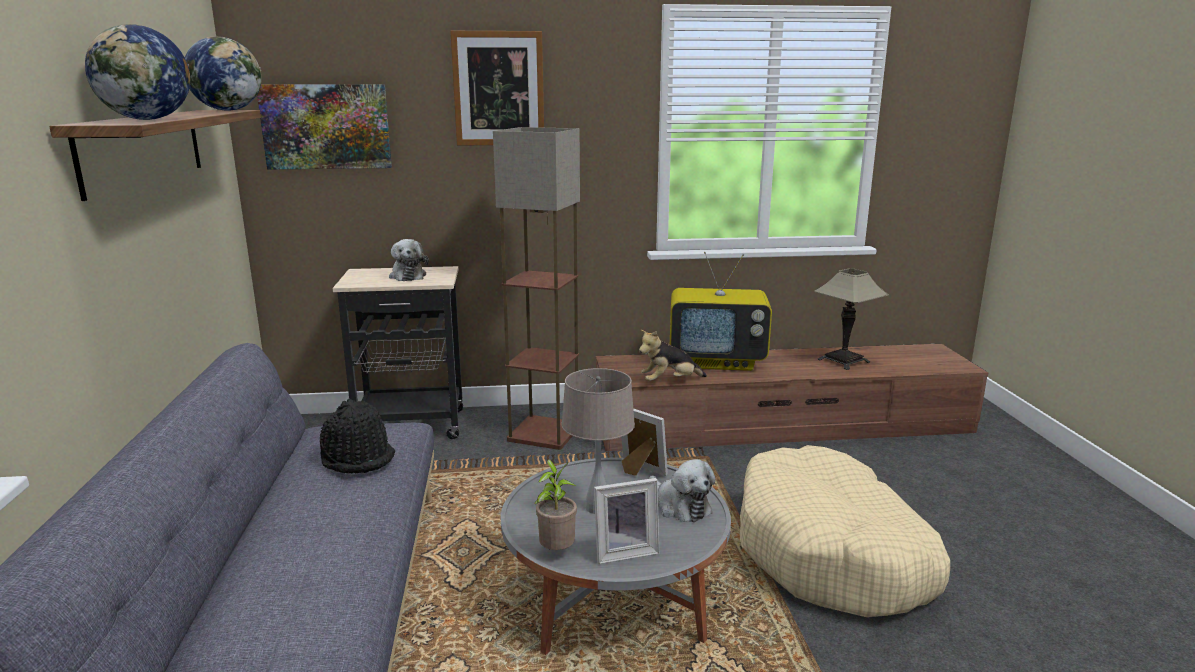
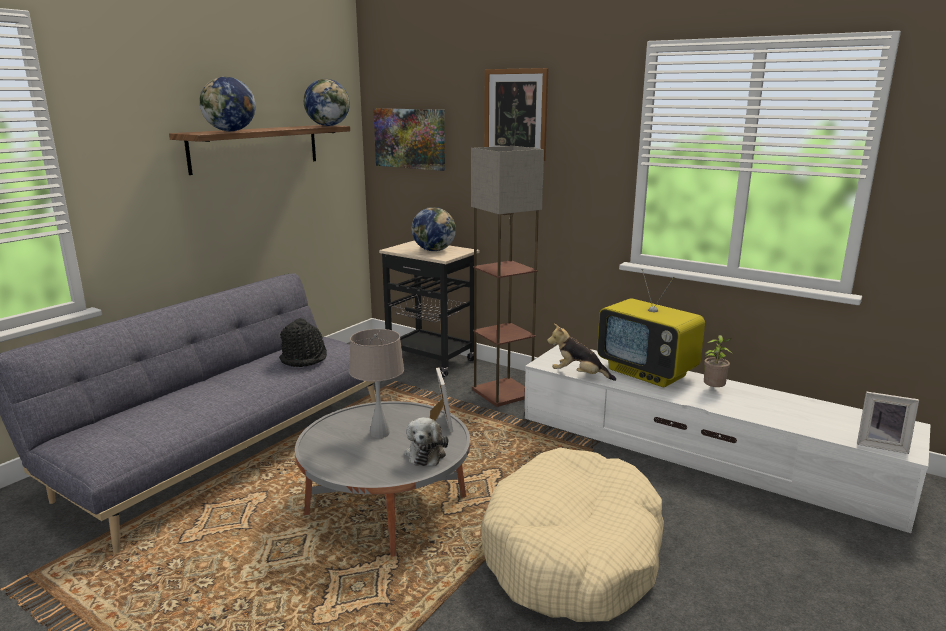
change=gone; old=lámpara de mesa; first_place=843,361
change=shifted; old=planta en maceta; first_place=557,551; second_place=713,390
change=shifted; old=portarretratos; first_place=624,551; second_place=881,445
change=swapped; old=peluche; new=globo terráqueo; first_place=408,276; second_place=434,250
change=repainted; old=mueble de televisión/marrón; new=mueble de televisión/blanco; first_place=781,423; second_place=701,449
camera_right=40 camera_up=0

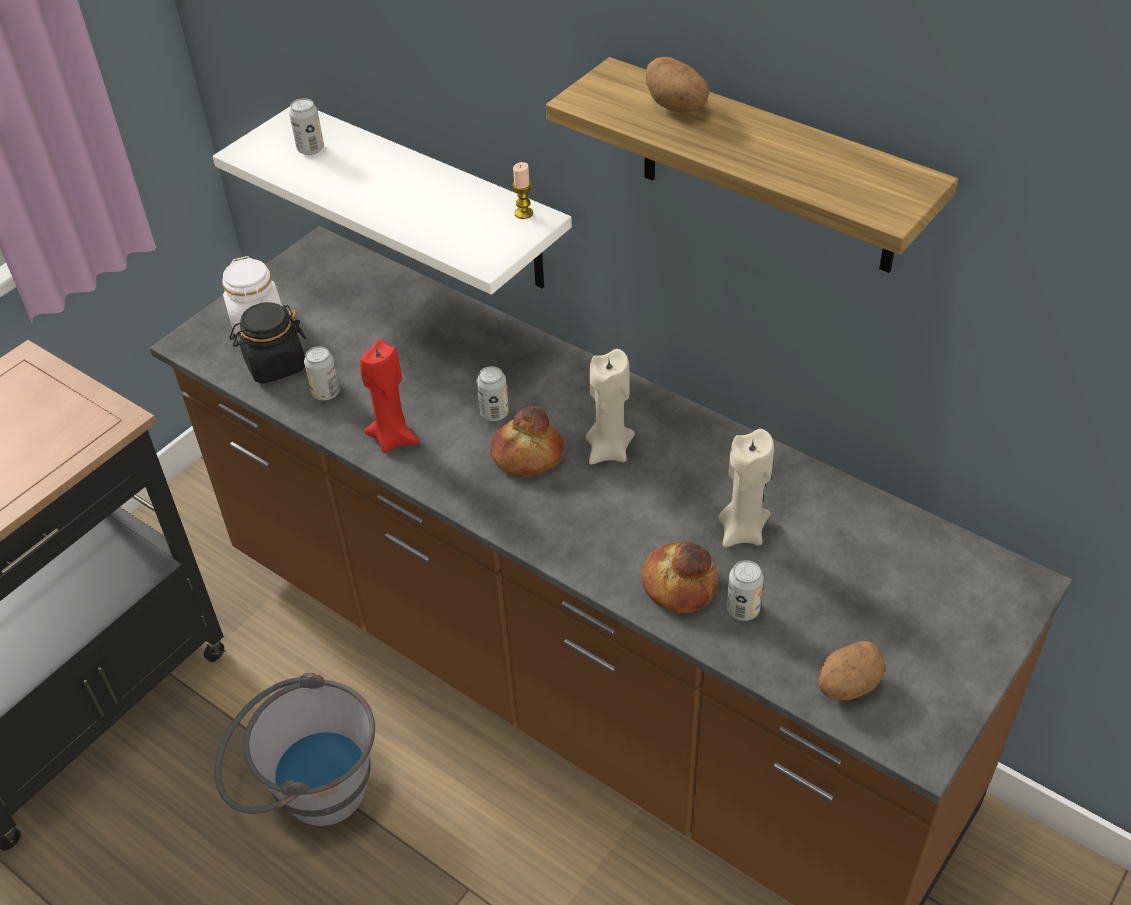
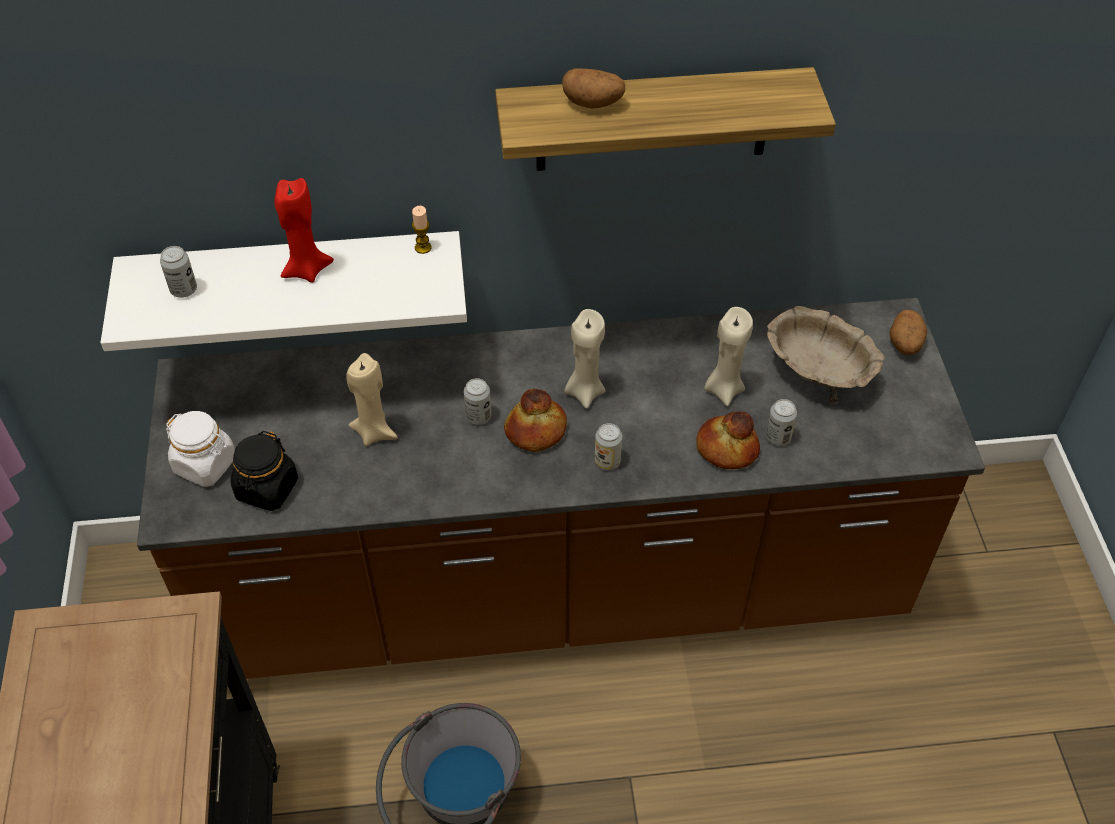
change=new; new=vela/beis; second_place=374,432
change=new; new=cuenco/beis; second_place=817,374
change=shifted; old=lata; first_place=326,393; second_place=607,461
change=shifted; old=vela/rojo; first_place=393,438; second_place=306,270
change=shifted; old=patata; first_place=847,685; second_place=904,344
camera_right=-45 camera_up=5

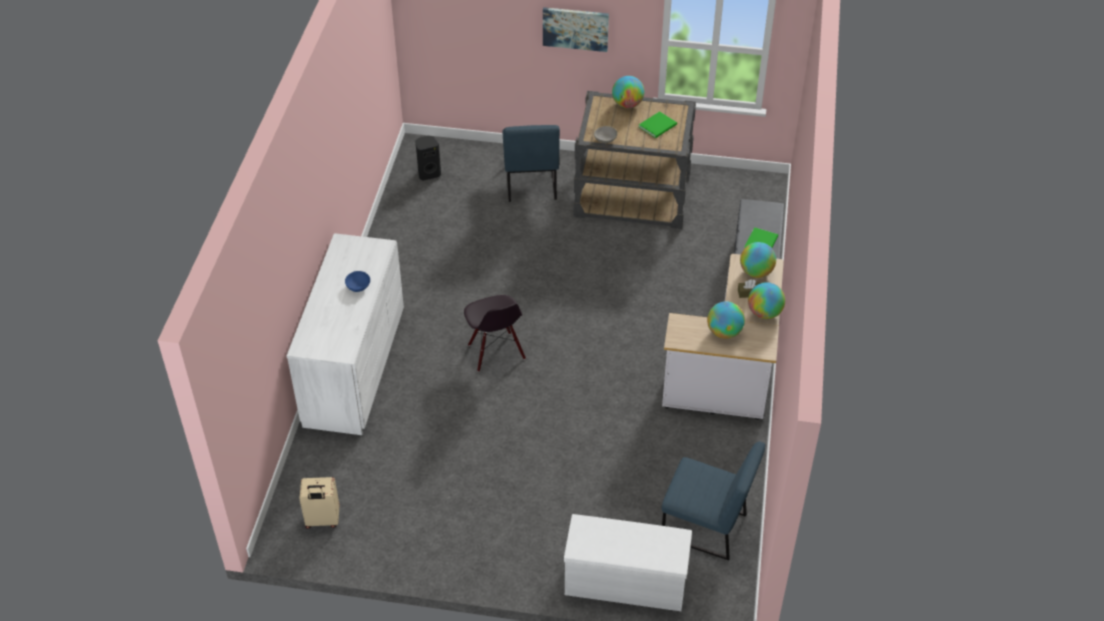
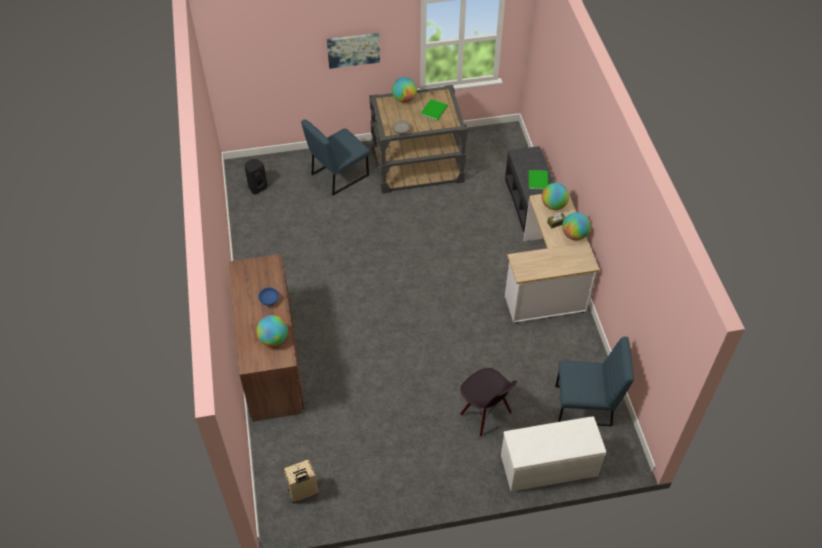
change=shifted; old=silla/negro; first_place=495,352; second_place=485,414
change=shifted; old=globo terráqueo; first_place=724,332; second_place=273,339
change=repainted; old=cómoda/blanco; new=cómoda/marrón; first_place=354,368; second_place=271,360
change=rotated; old=silla/azul; first_place=530,183; second_place=338,175; degrees=75
camera_right=-20 camera_up=5

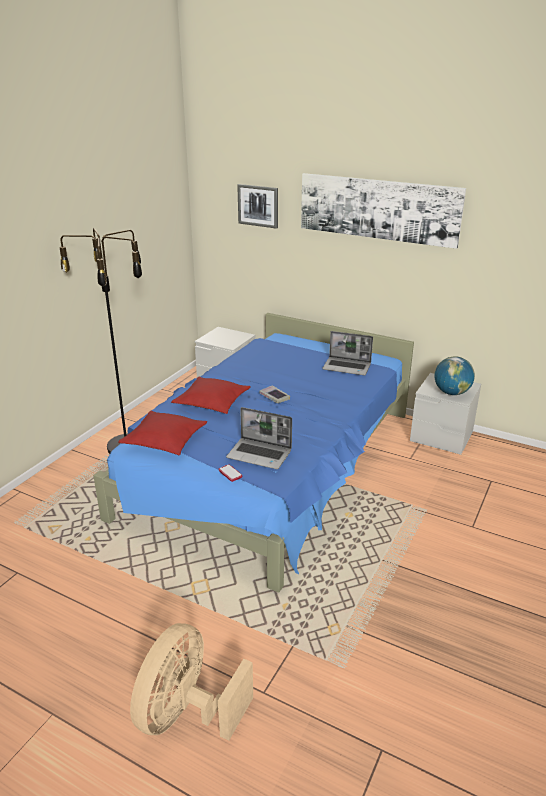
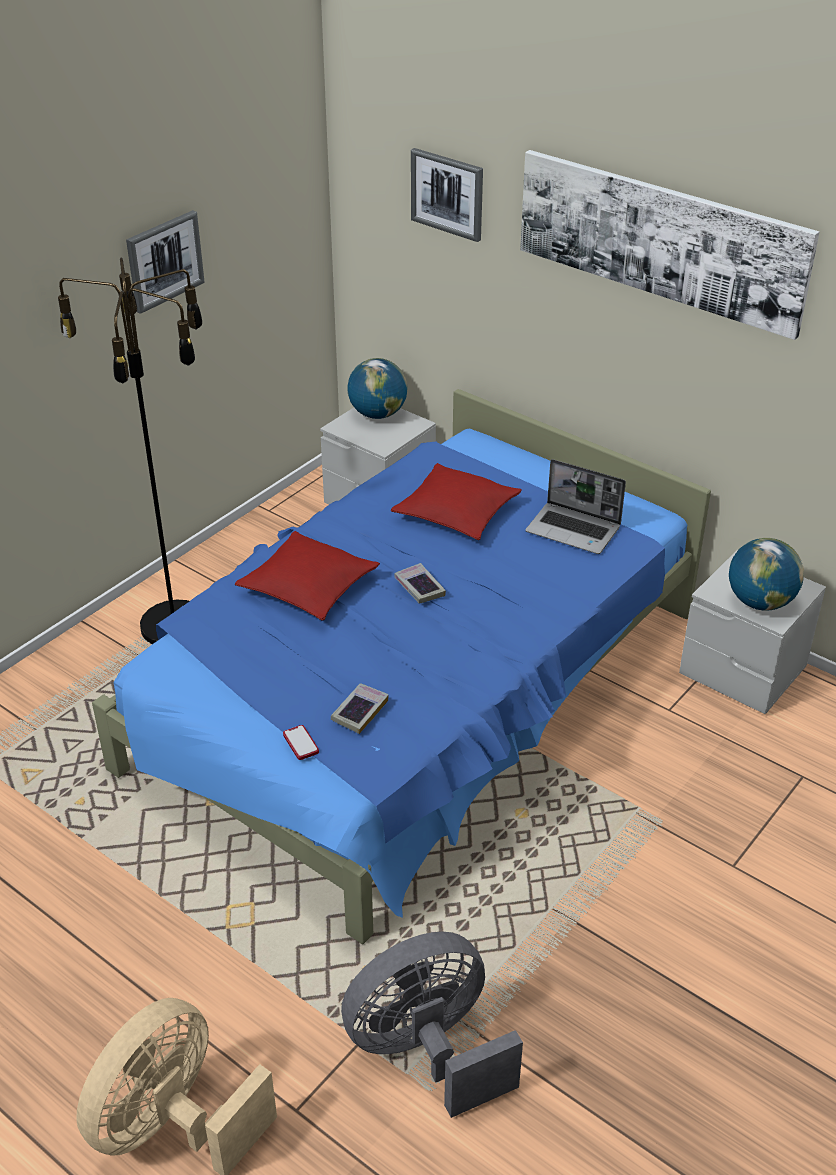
change=new; new=cuadro; second_place=164,261
change=new; new=ventilador/gris; second_place=427,1051
change=new; new=globo terráqueo; second_place=378,414
change=shifted; old=cojín/rojo; first_place=164,440; second_place=456,512
change=swapped; old=portátil; new=libro; first_place=260,454; second_place=359,711
camera_right=10 camera_up=10

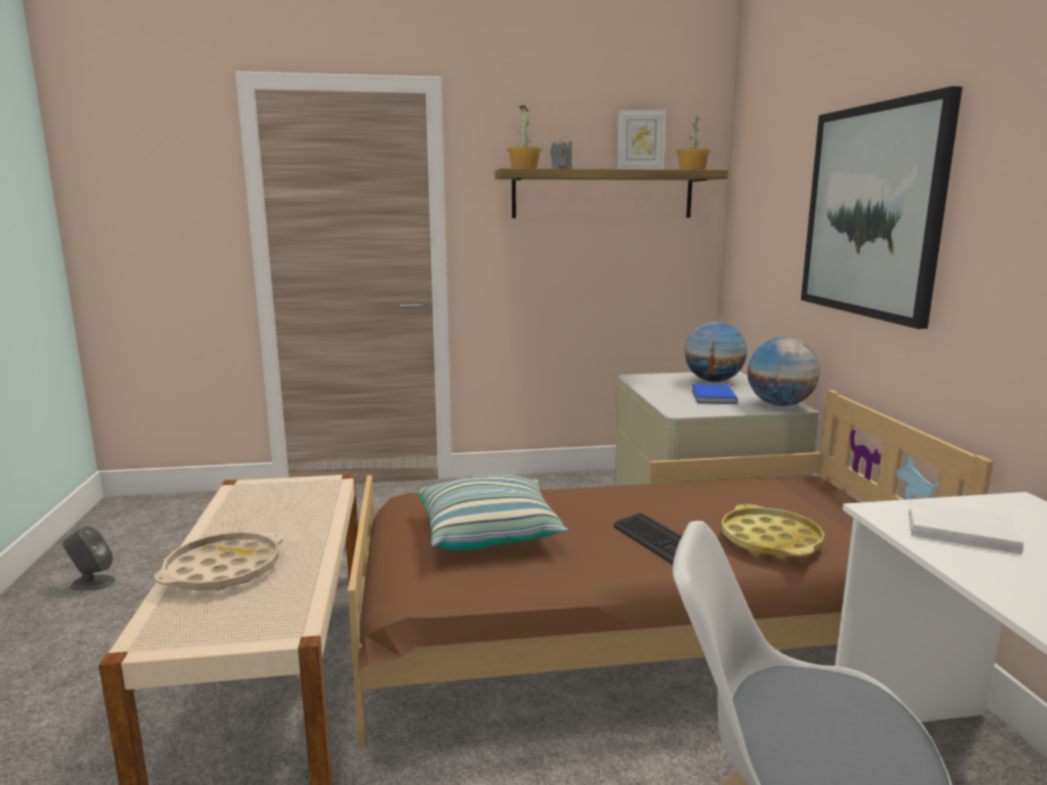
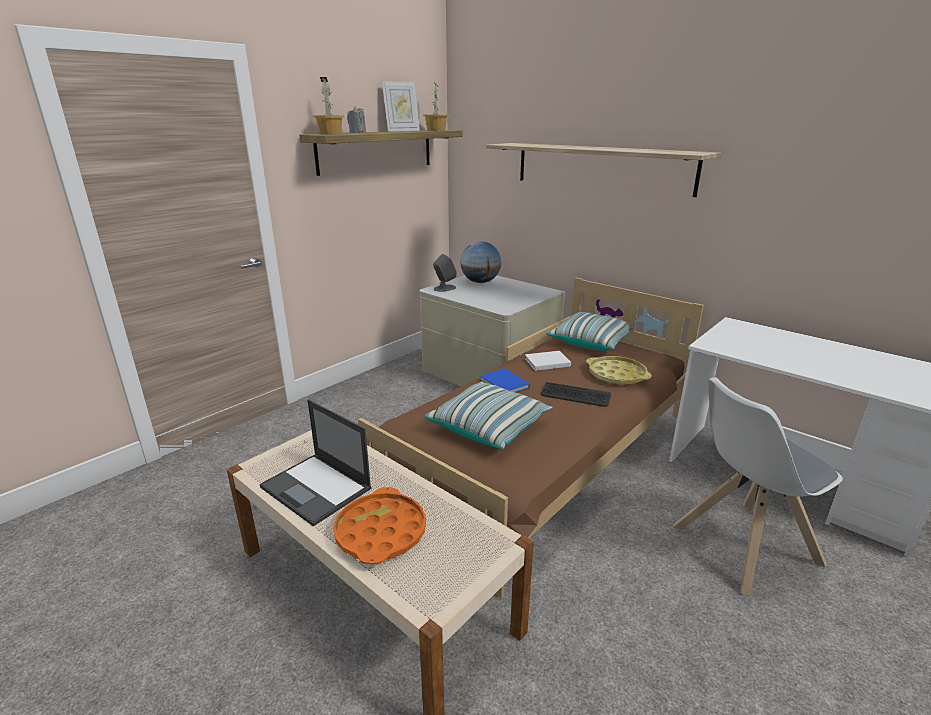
change=gone; old=globo terráqueo; first_place=779,404
change=new; new=portátil; second_place=317,488
change=new; new=cojín; second_place=590,342
change=shifted; old=altavoz/gris; first_place=92,583; second_place=444,288
change=shifted; old=libro/azul; first_place=712,397; second_place=504,385
change=shifted; old=libro/blanco; first_place=958,529; second_place=546,362
change=swapped; old=cuadro; new=estante; first_place=872,211; second_place=601,167
change=repainted; old=bandeja/beis; new=bandeja/naranja; first_place=223,570; second_place=380,532
camera_right=-40 camera_up=10

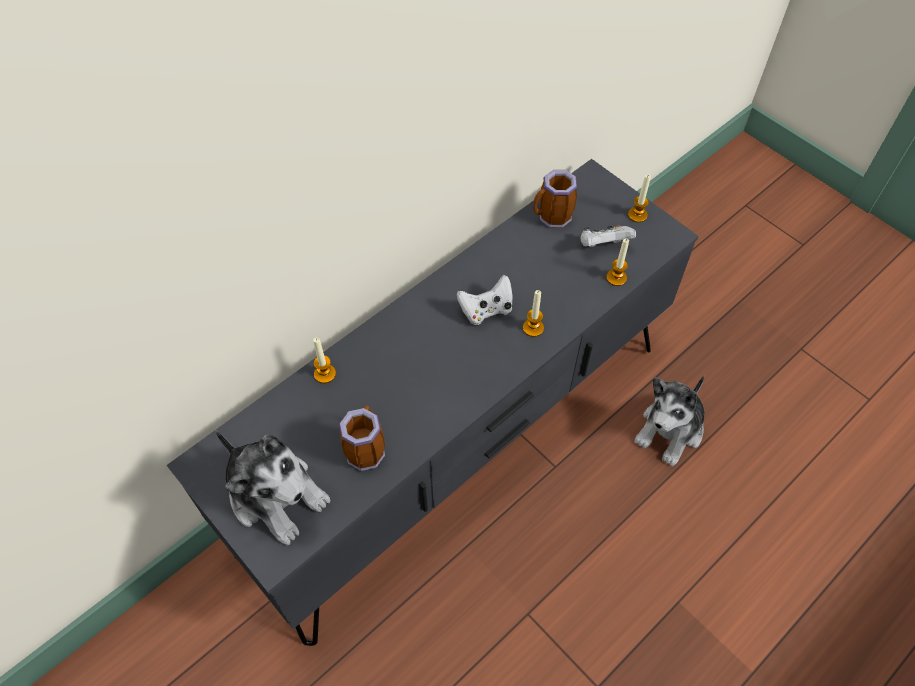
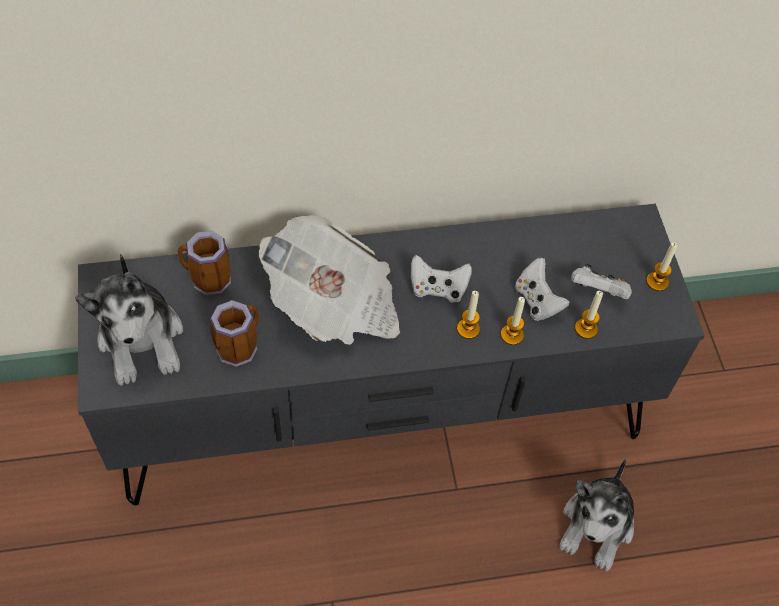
change=new; new=periódico; second_place=335,305
change=new; new=mando de consola/blanco; second_place=537,301
change=shifted; old=vela; first_place=325,374; second_place=512,335
change=shifted; old=taza grande; first_place=552,219; second_place=207,281
change=rotated; old=peluche; first_place=670,430; second_place=597,526; degrees=-45
camera_right=30 camera_up=0

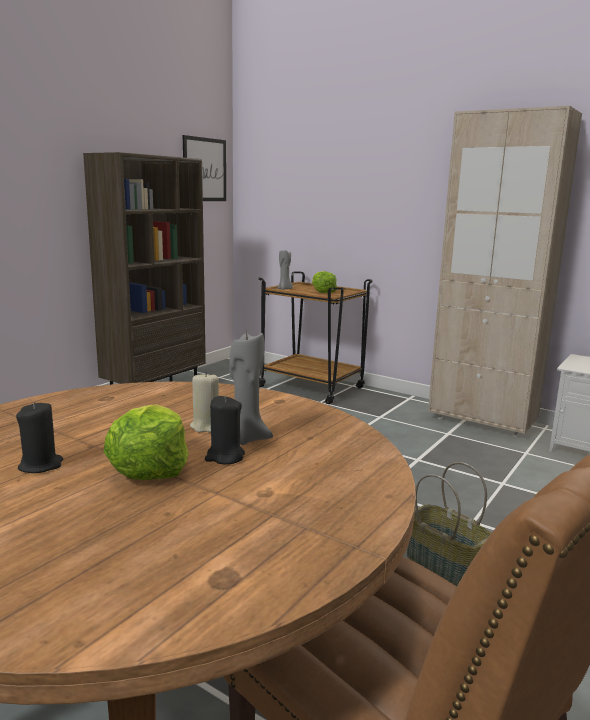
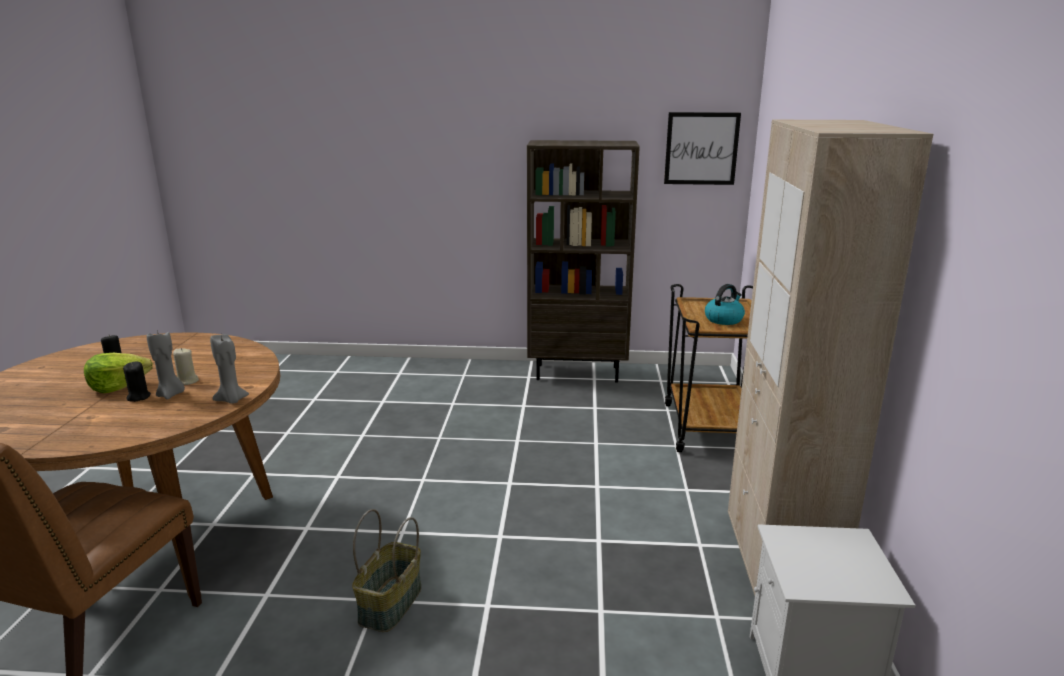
change=shifted; old=vela/gris; first_place=285,289; second_place=231,400
change=swapped; old=lechuga; new=hervidor; first_place=322,291; second_place=724,319
camera_right=60 camera_up=5

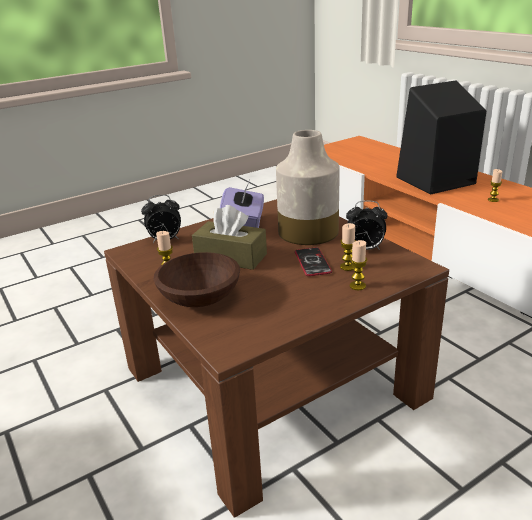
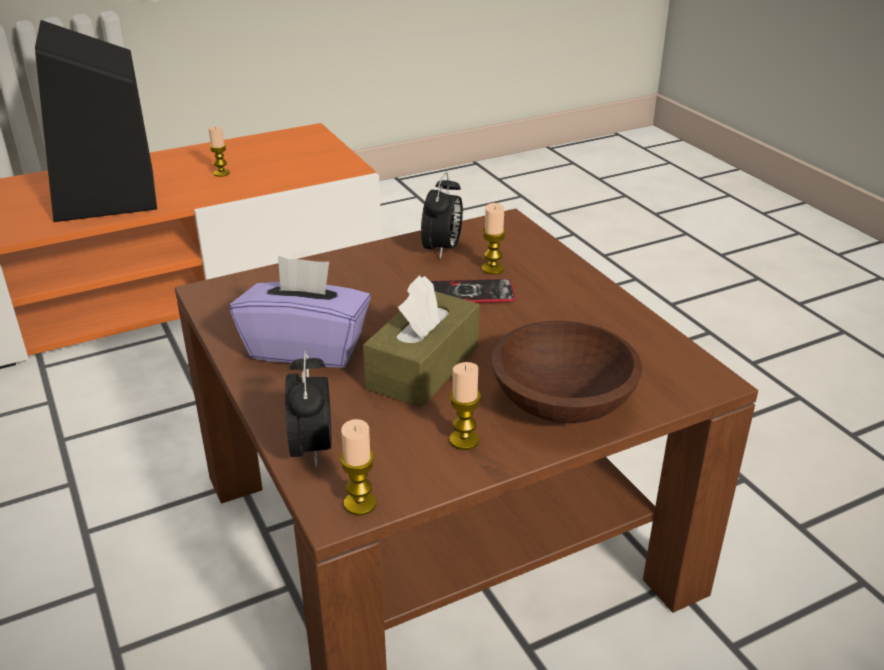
change=gone; old=florero/beis; first_place=307,231
change=shifted; old=vela; first_place=357,286; second_place=360,504
camera_right=-85 camera_up=5

